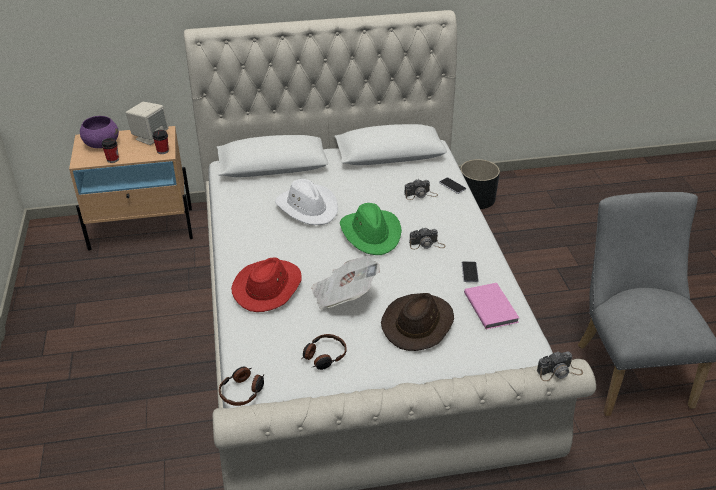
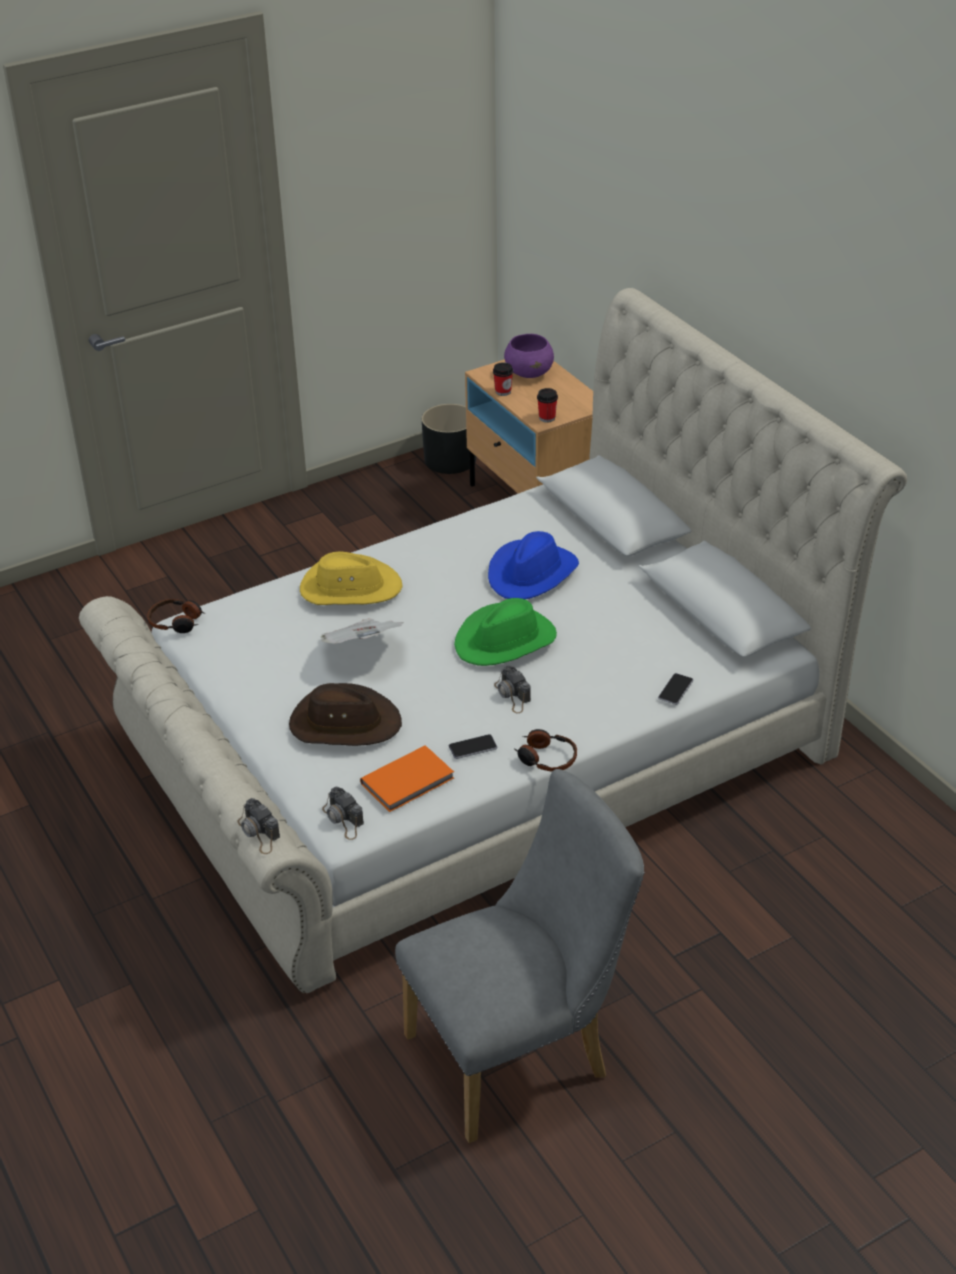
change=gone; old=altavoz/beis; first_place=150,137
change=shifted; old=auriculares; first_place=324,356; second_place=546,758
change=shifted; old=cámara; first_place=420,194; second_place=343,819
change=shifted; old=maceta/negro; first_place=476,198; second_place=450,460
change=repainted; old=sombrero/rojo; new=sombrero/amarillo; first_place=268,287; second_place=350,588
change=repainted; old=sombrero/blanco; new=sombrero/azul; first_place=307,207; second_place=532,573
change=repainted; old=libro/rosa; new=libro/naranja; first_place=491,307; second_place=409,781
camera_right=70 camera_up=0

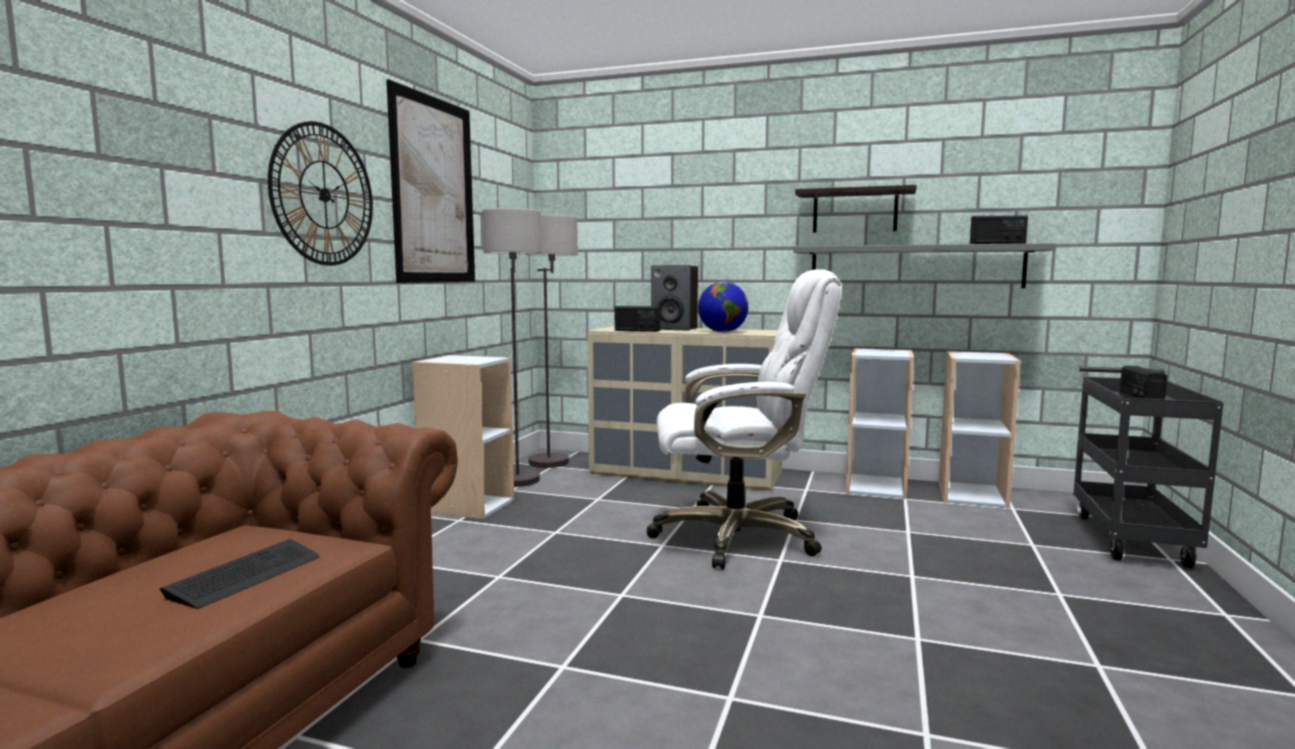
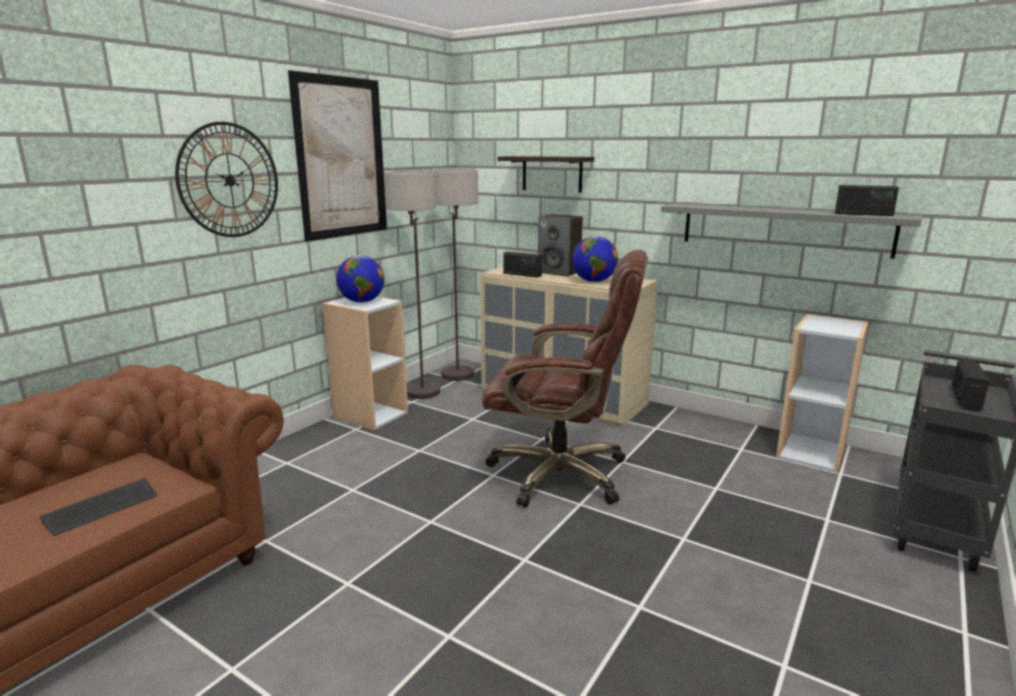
change=gone; old=estantería; first_place=876,486
change=new; new=globo terráqueo; second_place=362,301
change=shifted; old=estante; first_place=855,211; second_place=552,174
change=repainted; old=silla de oficina/blanco; new=silla de oficina/marrón; first_place=735,536; second_place=559,473
camera_right=15 camera_up=10

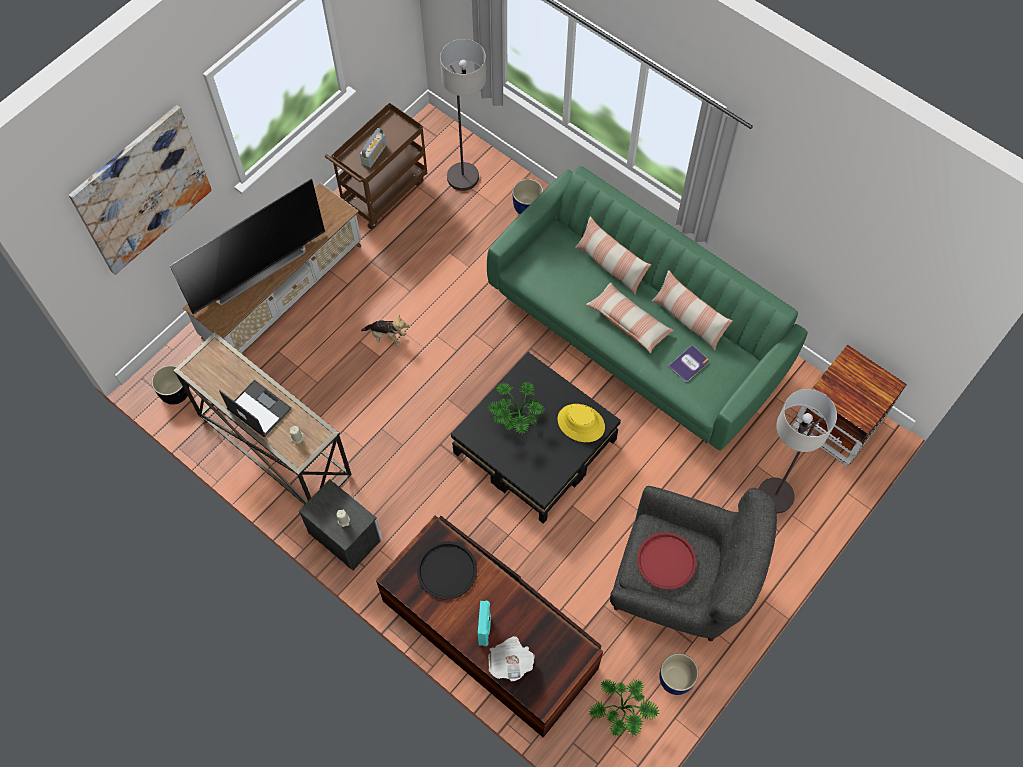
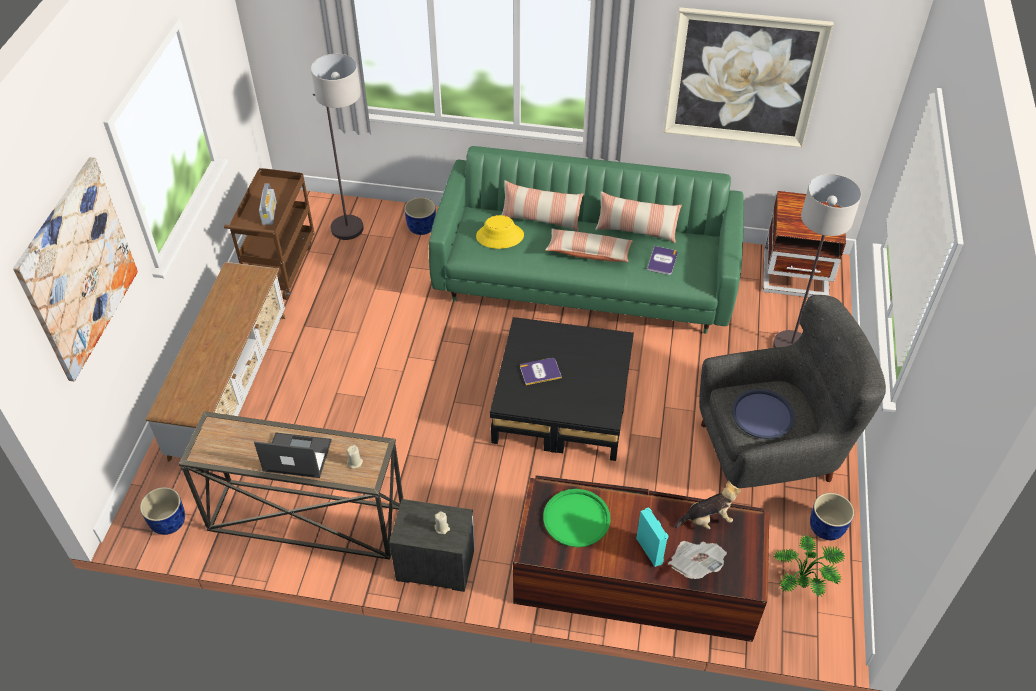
change=gone; old=televisor; first_place=257,269
change=new; new=cuadro; second_place=743,78
change=shifted; old=peluche; first_place=387,336; second_place=707,519
change=shifted; old=sombrero/amarillo; first_place=581,423; second_place=500,236
change=swapped; old=planta en maceta; new=libro; first_place=515,417; second_place=540,371
change=repainted; old=maceta/negro; new=maceta/azul; first_place=175,392; second_place=168,522
change=repainted; old=bandeja/negro; new=bandeja/verde; first_place=447,570; second_place=576,518
change=repainted; old=bandeja/rojo; new=bandeja/azul; first_place=666,561; second_place=763,415
camera_right=-30 camera_up=-15

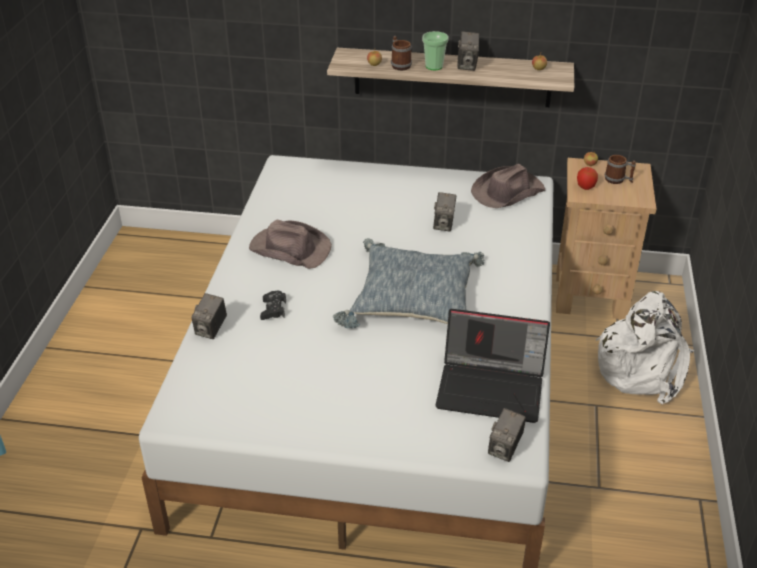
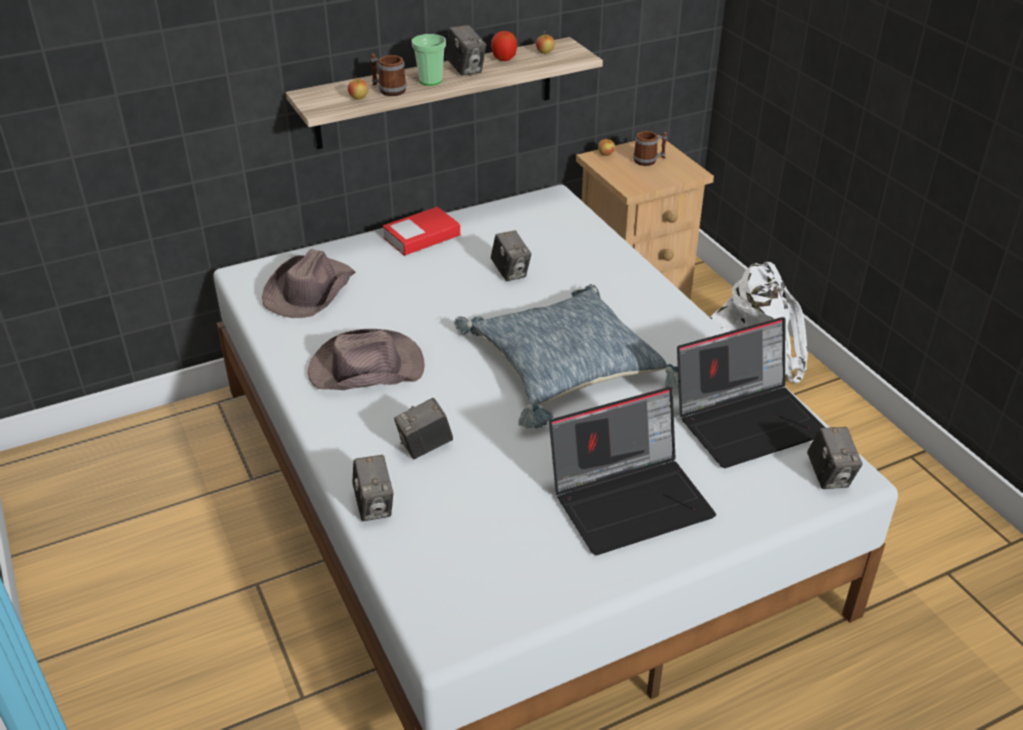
change=new; new=libro; second_place=422,237
change=new; new=portátil; second_place=631,499
change=shifted; old=sombrero/marrón; first_place=507,192; second_place=309,291
change=shifted; old=manzana; first_place=585,187; second_place=504,58
change=swapped; old=mando de consola/negro; new=cámara; first_place=273,309; second_place=425,447
camera_right=-35 camera_up=0

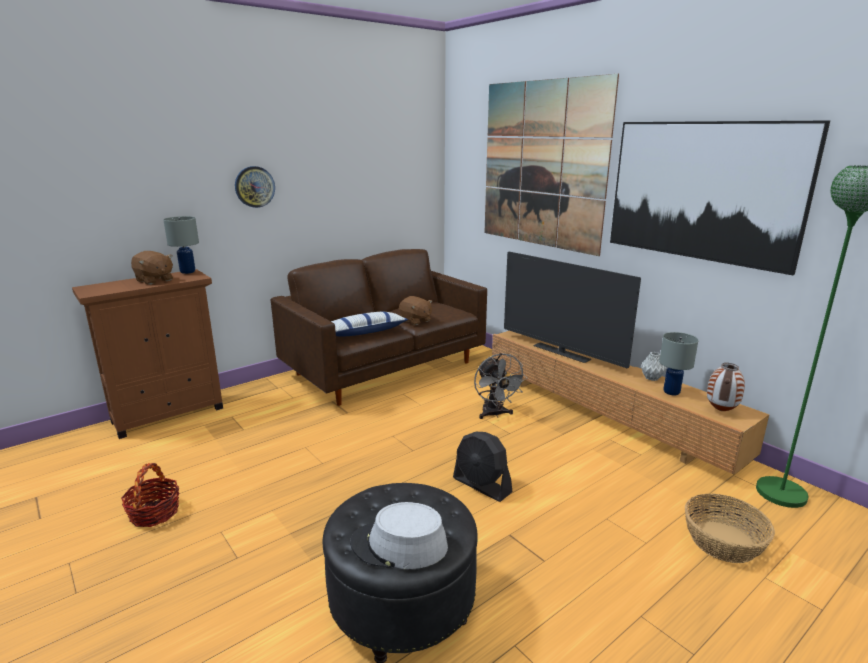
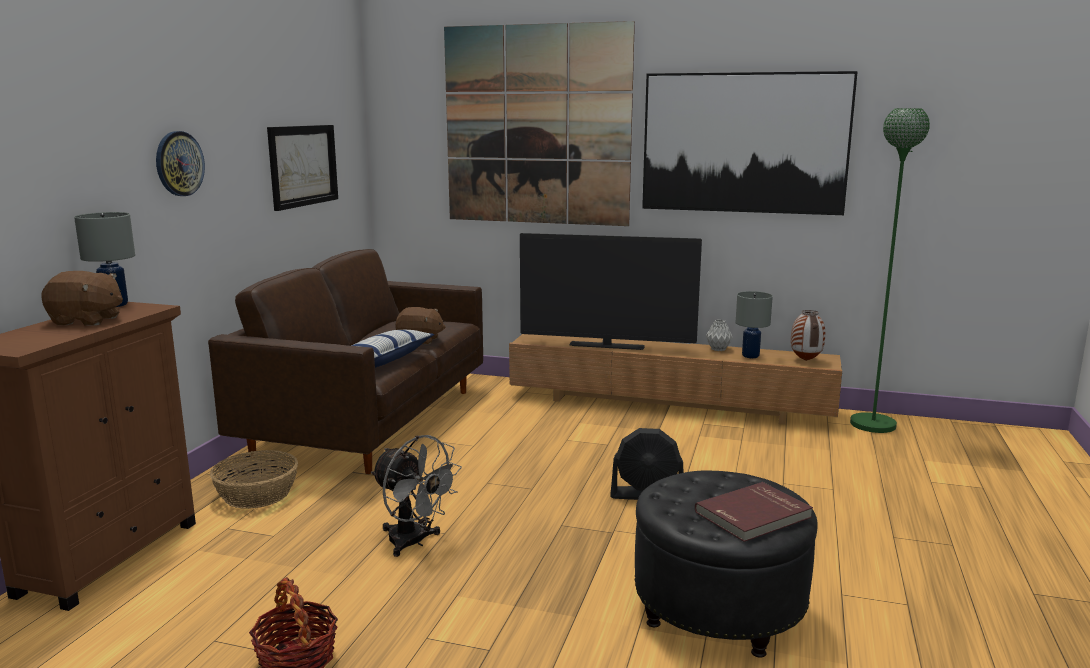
change=new; new=cuadro; second_place=303,165
change=shifted; old=ventilador/gris; first_place=495,414; second_place=414,542
change=shifted; old=cesta; first_place=723,542; second_place=258,494
change=swapped; old=sombrero/gris; new=libro/rojo; first_place=399,545; second_place=754,515
camera_right=-35 camera_up=-5

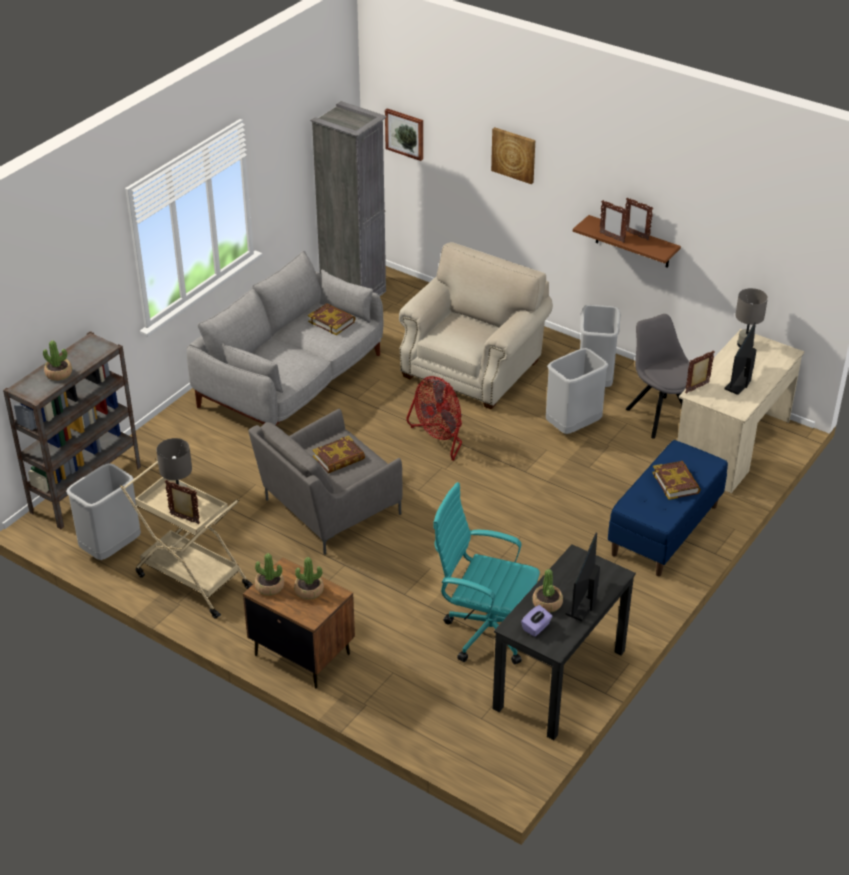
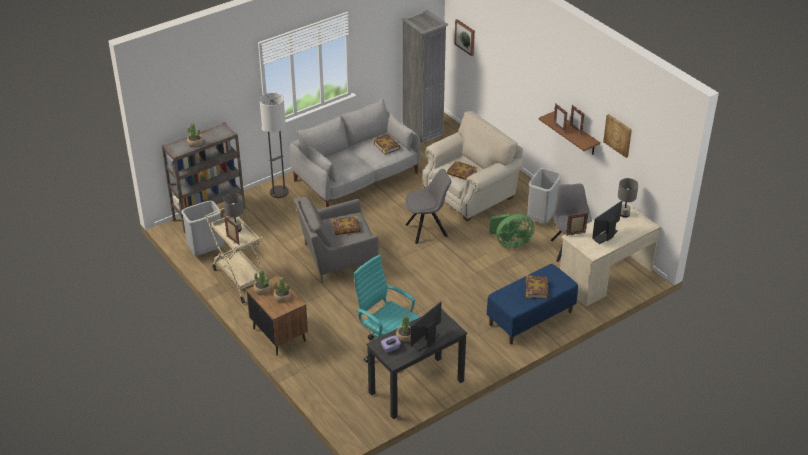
change=new; new=lámpara de pie; second_place=279,192
change=new; new=libro; second_place=461,173
change=shifted; old=cuadro; first_place=514,154; second_place=618,135
change=swapped; old=ventilador/rojo; new=silla/gris; first_place=441,436; second_place=427,230
change=swapped; old=papelera/gris; new=ventilador/verde; first_place=572,426; second_place=511,243
camera_right=20 camera_up=0

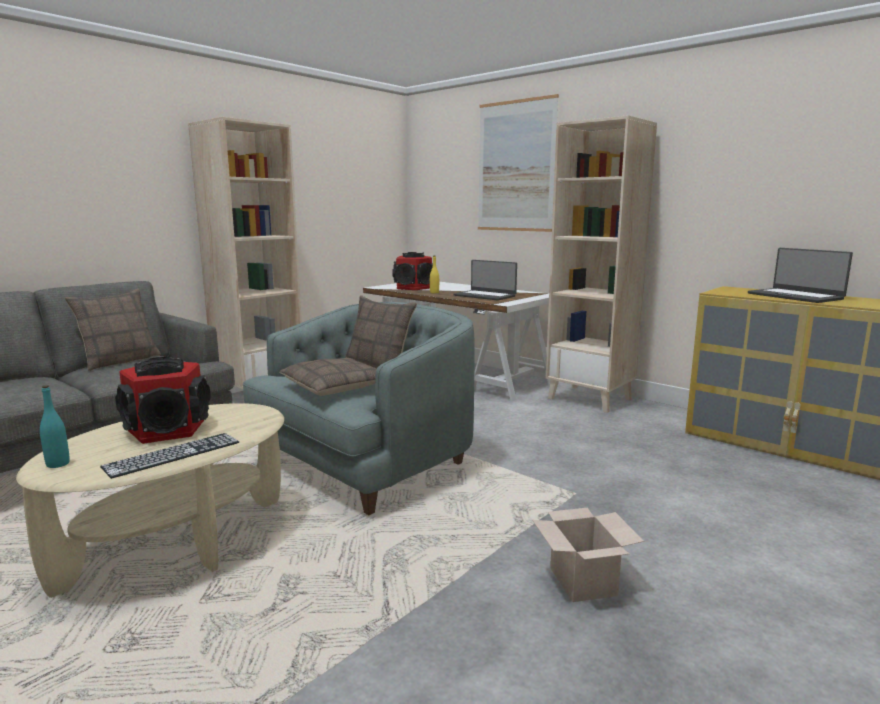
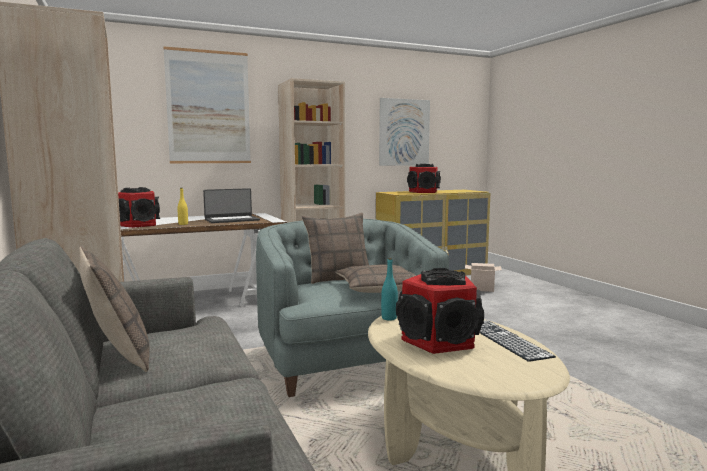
change=new; new=cuadro; second_place=404,132
change=shifted; old=botella/turquesa; first_place=58,464; second_place=389,318
change=shifted; old=caja de cartón; first_place=584,582; second_place=482,288
change=swapped; old=portátil; new=altavoz; first_place=795,296; second_place=424,192
camera_right=-65 camera_up=-5

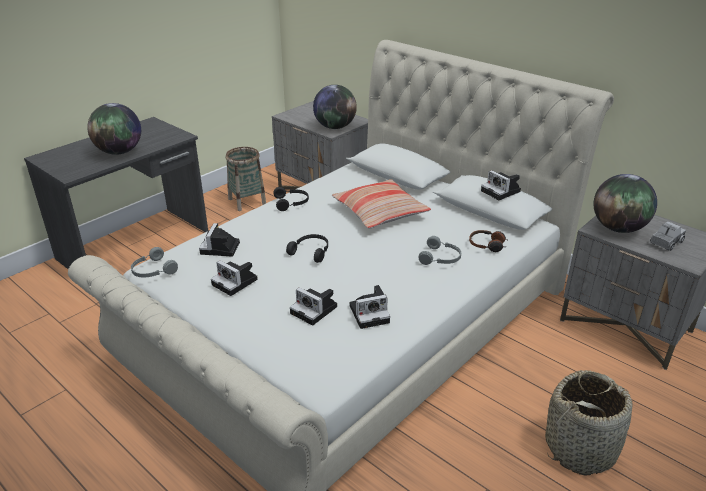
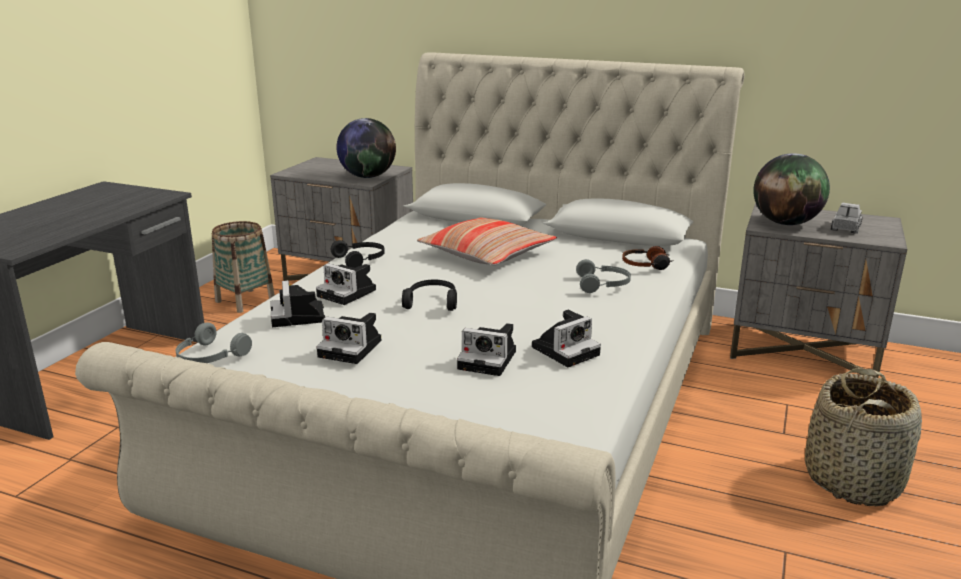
change=gone; old=globo terráqueo; first_place=119,152
change=shifted; old=cámara; first_place=502,191; second_place=349,293
camera_right=-20 camera_up=-10

